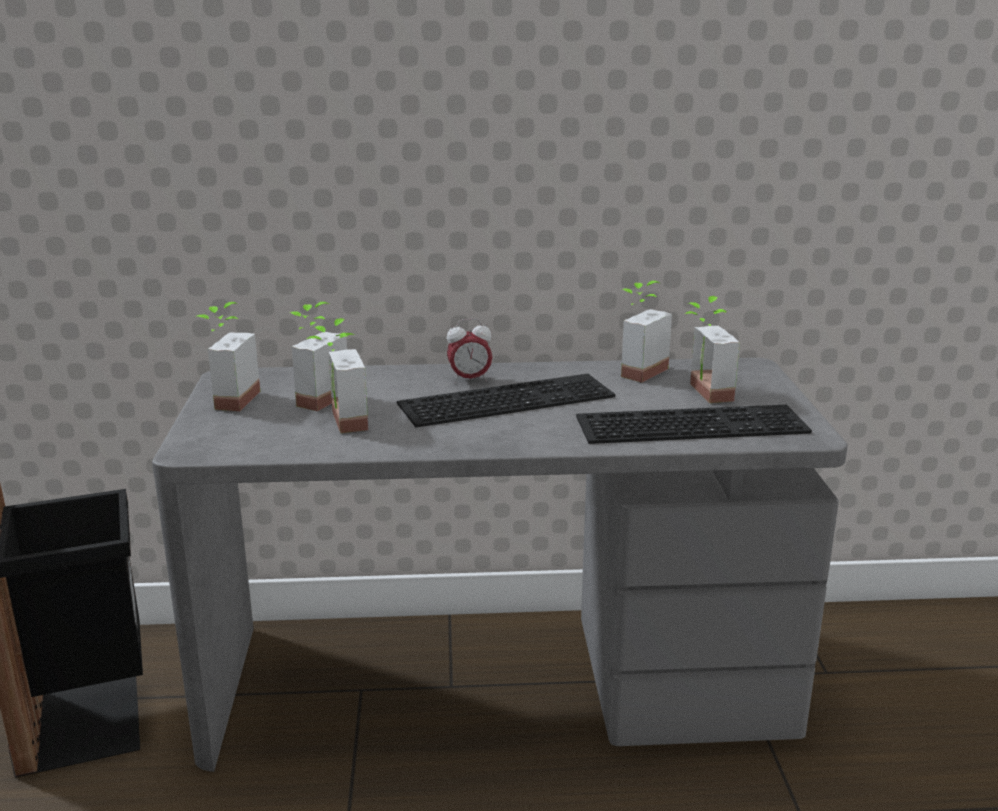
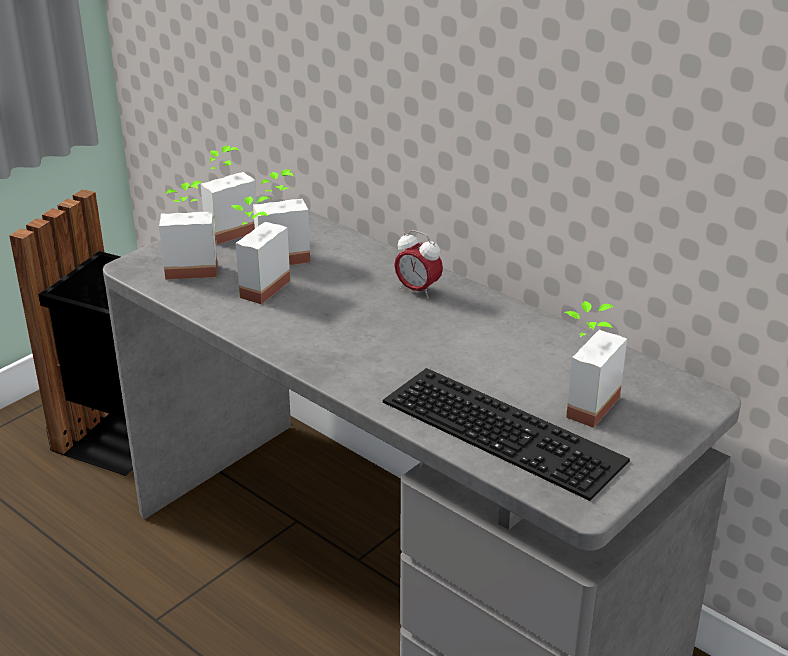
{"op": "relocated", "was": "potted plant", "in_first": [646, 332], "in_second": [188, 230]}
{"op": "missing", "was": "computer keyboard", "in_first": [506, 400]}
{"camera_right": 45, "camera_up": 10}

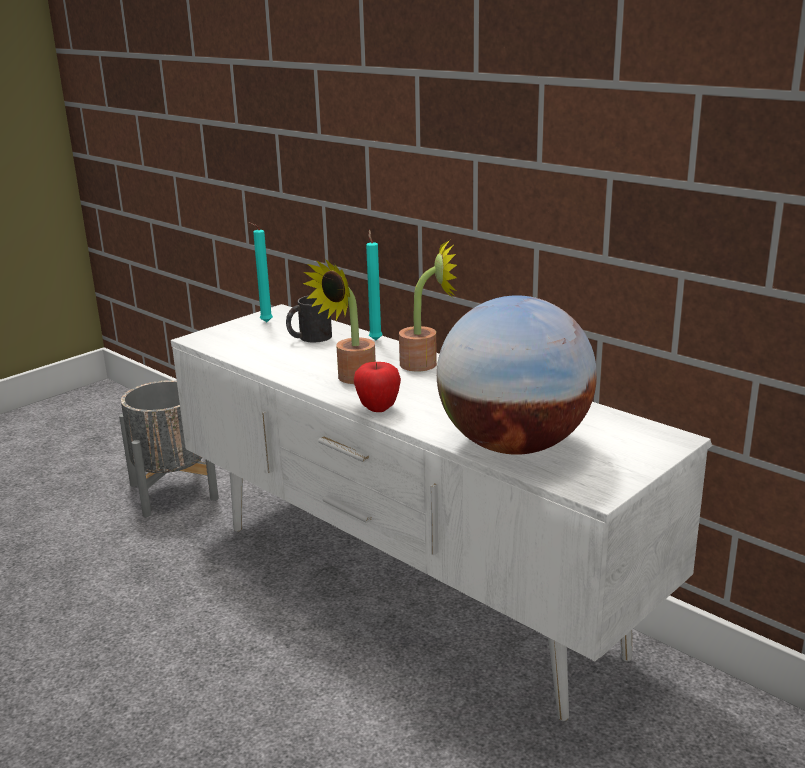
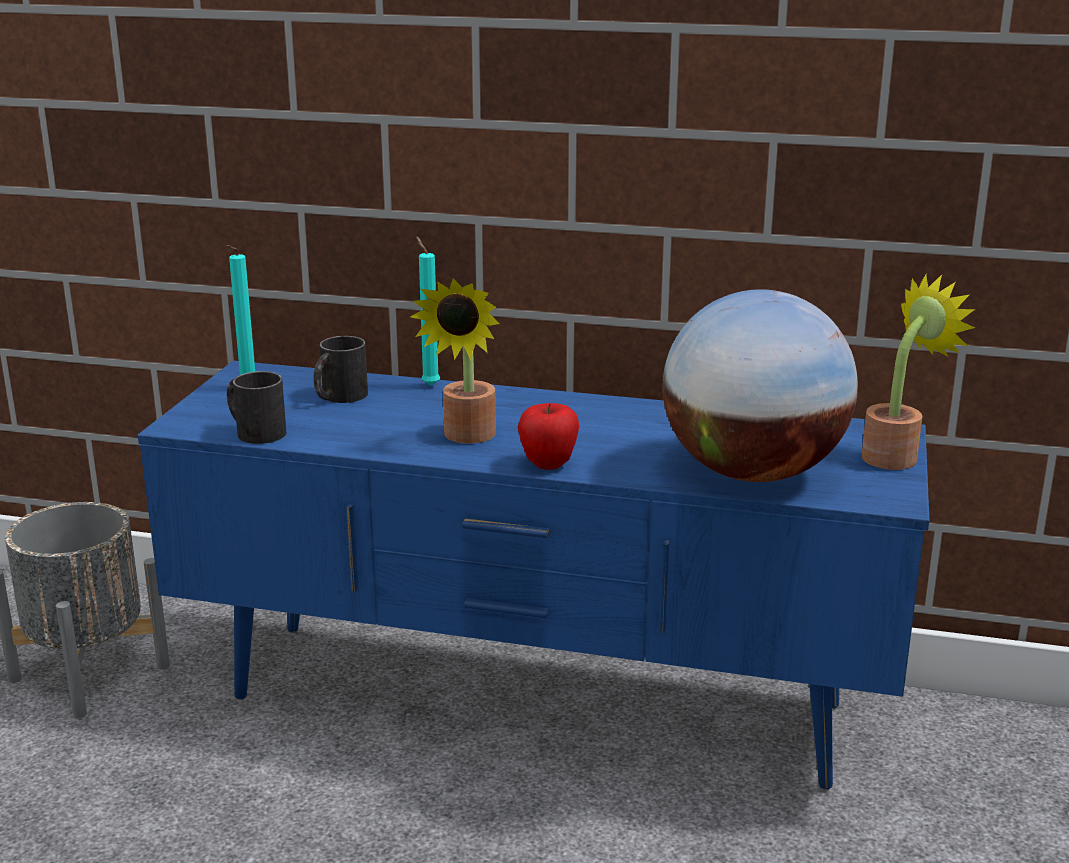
{"op": "colour", "was": "tv unit/white-coloured", "now": "tv unit/blue-coloured", "in_first": [441, 512], "in_second": [533, 575]}
{"op": "appeared", "now": "tea mug/black", "in_second": [256, 407]}
{"op": "relocated", "was": "potted plant", "in_first": [428, 305], "in_second": [919, 372]}
{"camera_right": -30, "camera_up": 0}

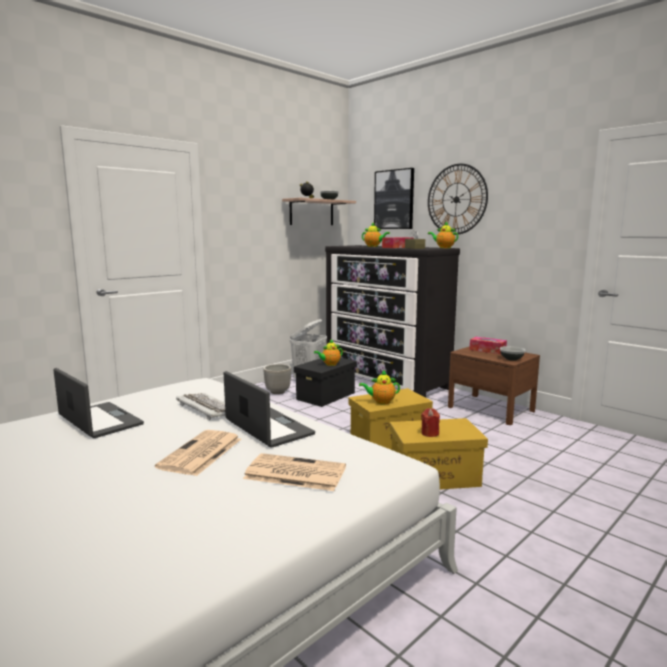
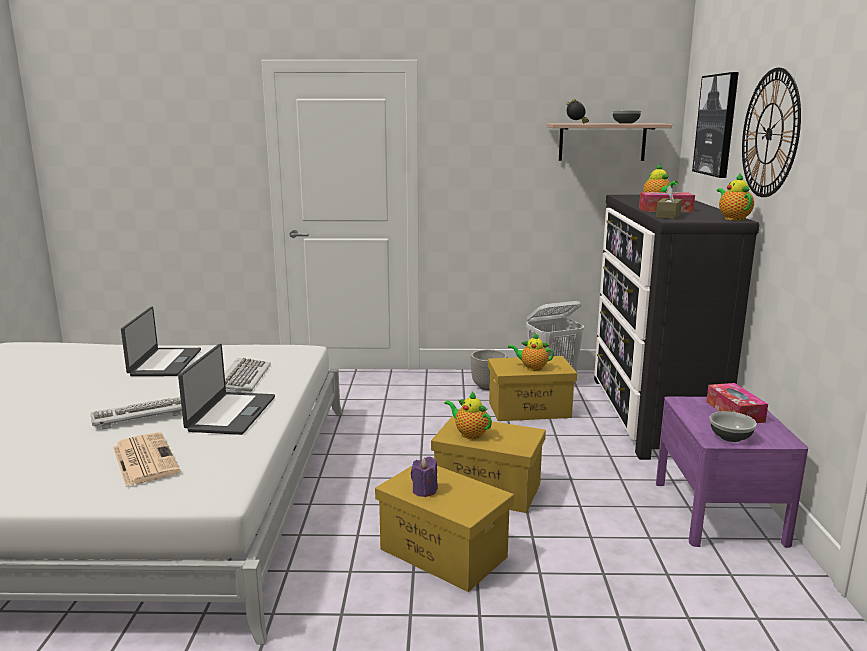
{"op": "exchanged", "was": "newspaper", "now": "computer keyboard", "in_first": [198, 453], "in_second": [136, 413]}
{"op": "colour", "was": "wax candle/red", "now": "wax candle/purple-coloured", "in_first": [430, 422], "in_second": [424, 477]}
{"op": "colour", "was": "storage container/black", "now": "storage container/yellow", "in_first": [325, 382], "in_second": [532, 388]}
{"op": "colour", "was": "nightstand/brown-coloured", "now": "nightstand/purple-coloured", "in_first": [494, 385], "in_second": [732, 472]}
{"camera_right": 45, "camera_up": 5}

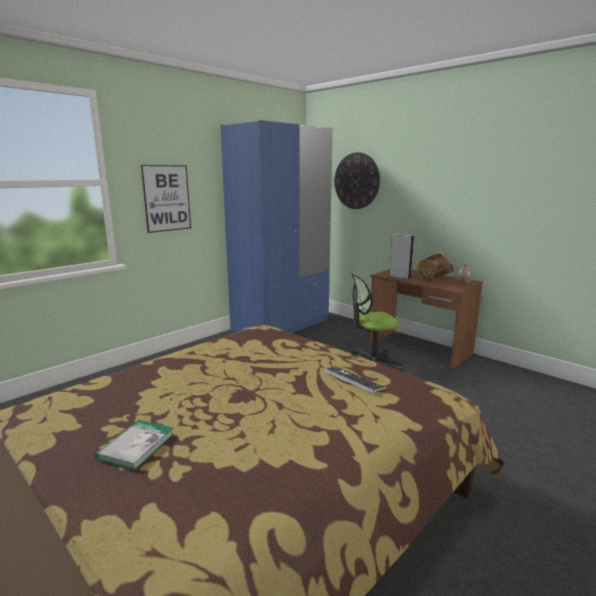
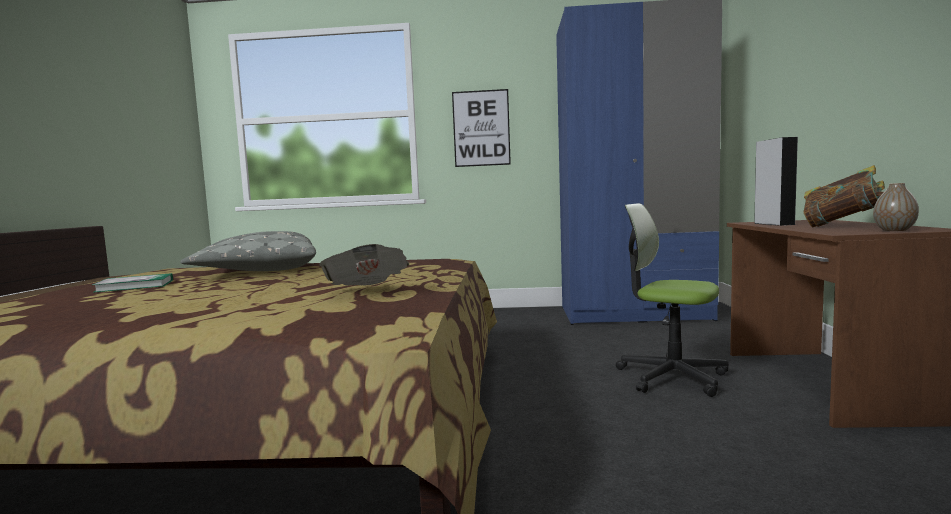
{"op": "appeared", "now": "pillow/gray", "in_second": [248, 251]}
{"op": "exchanged", "was": "computer keyboard", "now": "newspaper", "in_first": [355, 380], "in_second": [364, 265]}
{"op": "missing", "was": "clock on the wall", "in_first": [357, 180]}
{"camera_right": 50, "camera_up": -10}

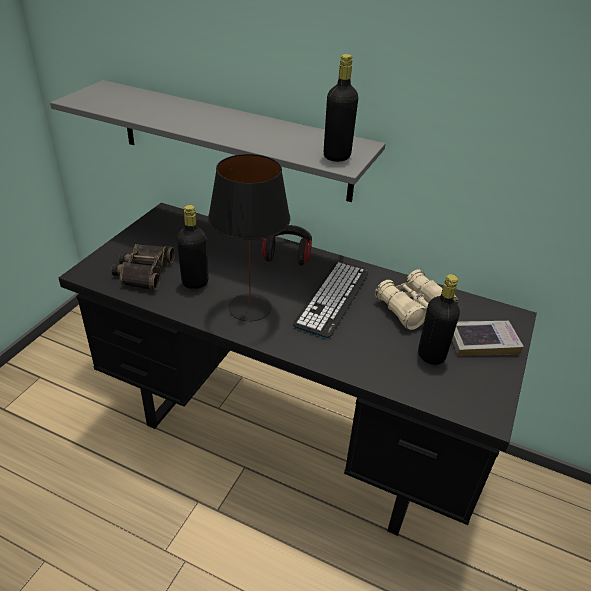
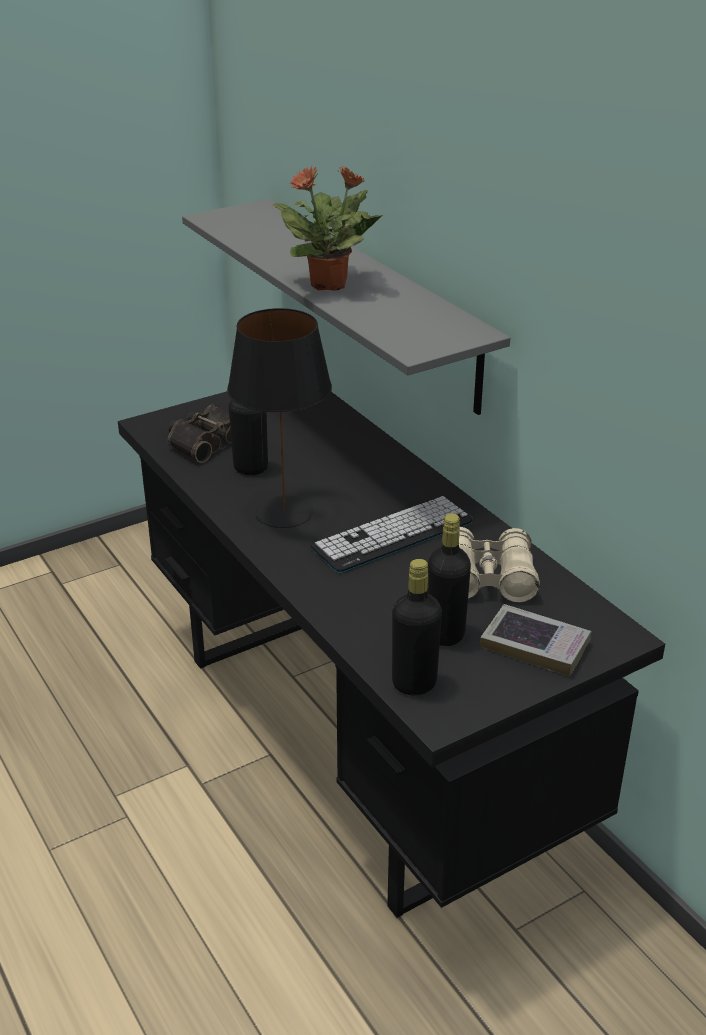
{"op": "appeared", "now": "potted plant", "in_second": [328, 228]}
{"op": "relocated", "was": "beverage bottle/black", "in_first": [341, 108], "in_second": [417, 627]}
{"op": "missing", "was": "headphones", "in_first": [286, 245]}
{"camera_right": 35, "camera_up": -5}

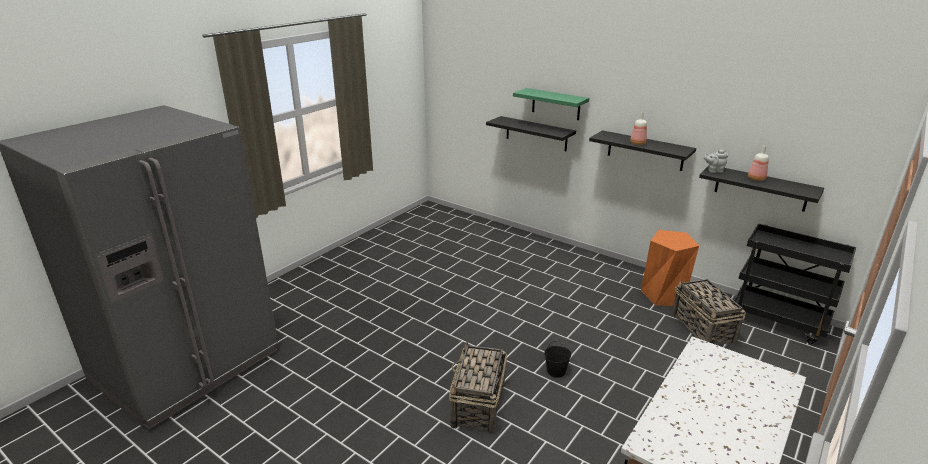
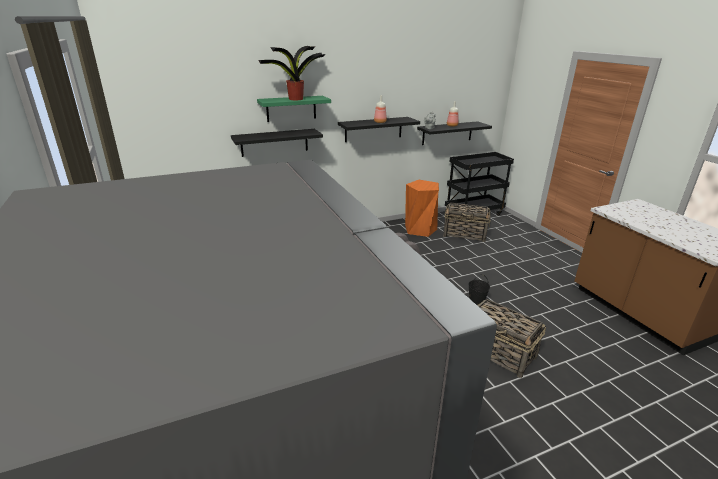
{"op": "appeared", "now": "potted plant", "in_second": [292, 73]}
{"camera_right": -60, "camera_up": 0}

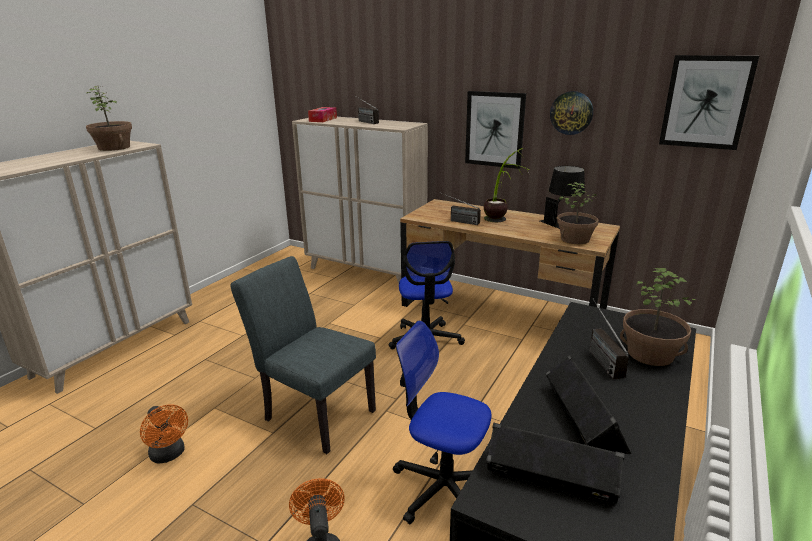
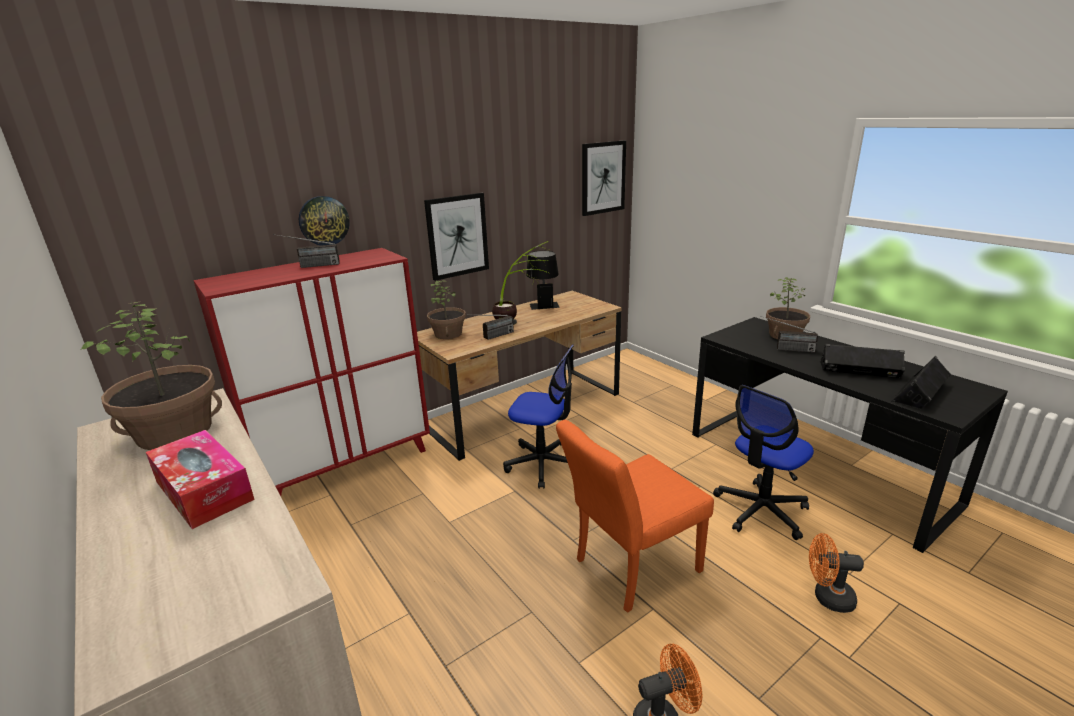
{"op": "relocated", "was": "box of tissues", "in_first": [322, 114], "in_second": [200, 479]}
{"op": "colour", "was": "cupboard/beige", "now": "cupboard/red", "in_first": [360, 200], "in_second": [312, 372]}
{"op": "relocated", "was": "clock on the wall", "in_first": [571, 113], "in_second": [324, 221]}
{"op": "relocated", "was": "potted plant", "in_first": [578, 213], "in_second": [446, 309]}
{"op": "colour", "was": "upright chair/gray", "now": "upright chair/orange", "in_first": [303, 355], "in_second": [635, 516]}
{"camera_right": -65, "camera_up": 0}

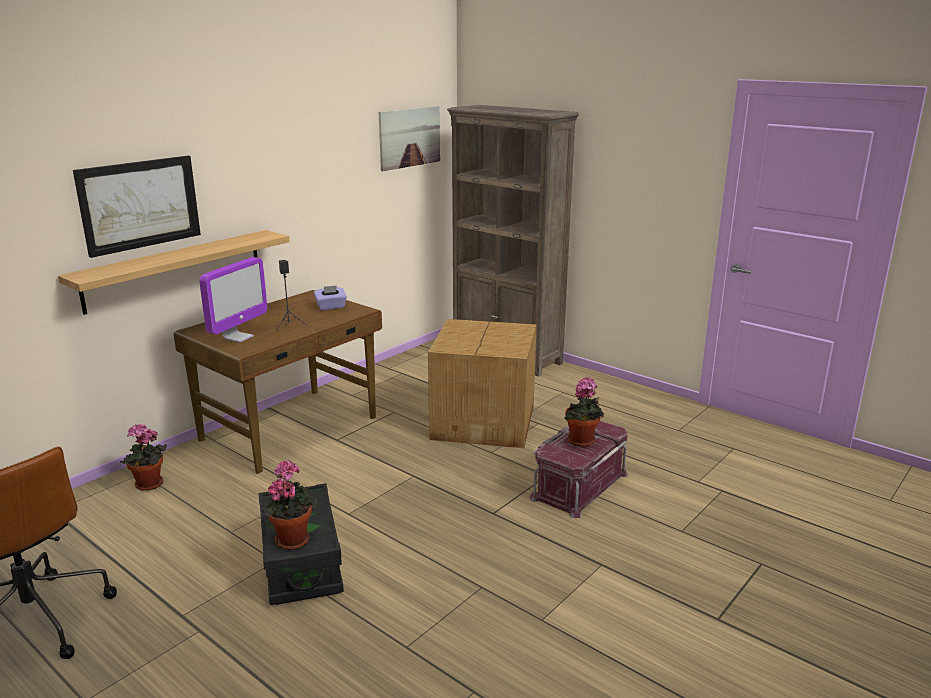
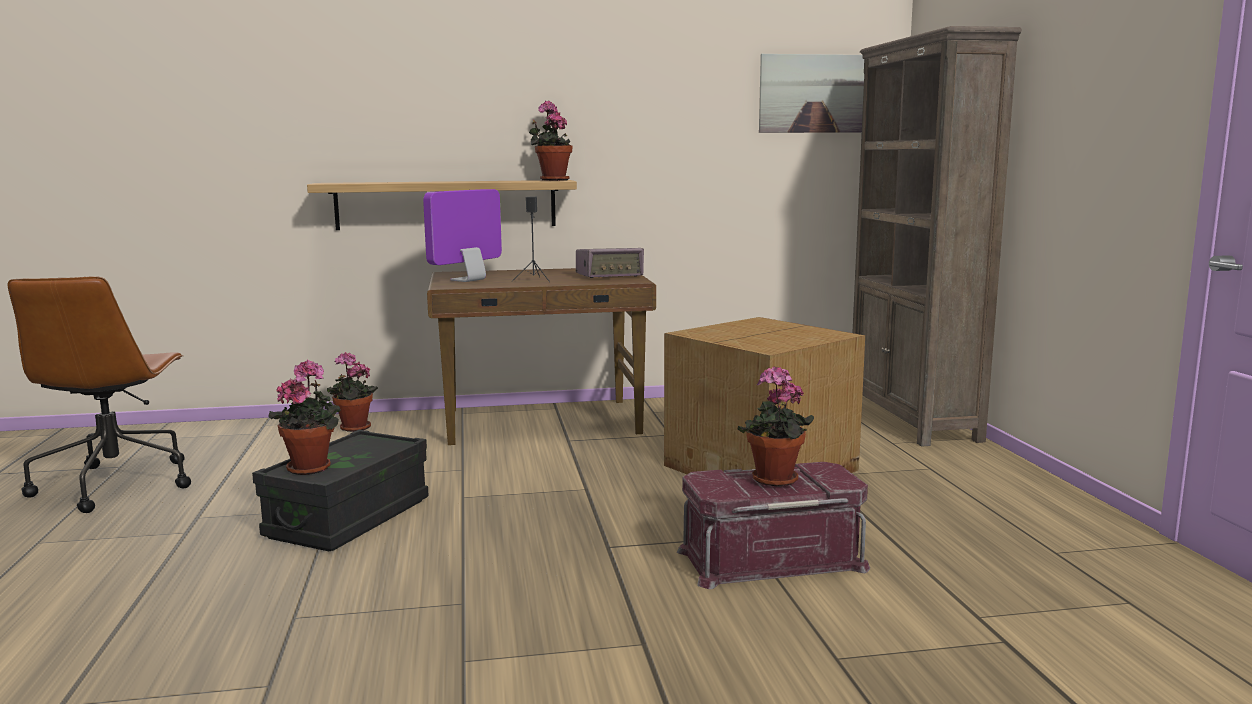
{"op": "spun", "was": "computer display", "in_first": [233, 300], "in_second": [462, 235], "clockwise": 150}
{"op": "appeared", "now": "potted plant", "in_second": [550, 141]}
{"op": "exchanged", "was": "box of tissues/purple-coloured", "now": "radio receiver", "in_first": [330, 297], "in_second": [610, 263]}
{"op": "missing", "was": "wall picture", "in_first": [137, 207]}
{"camera_right": 40, "camera_up": -10}

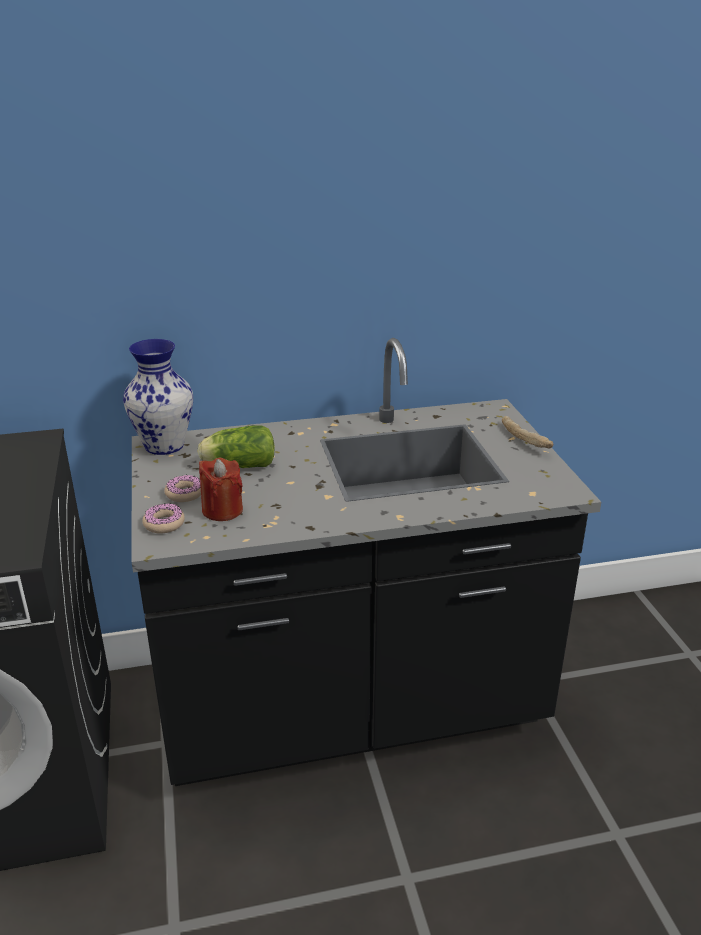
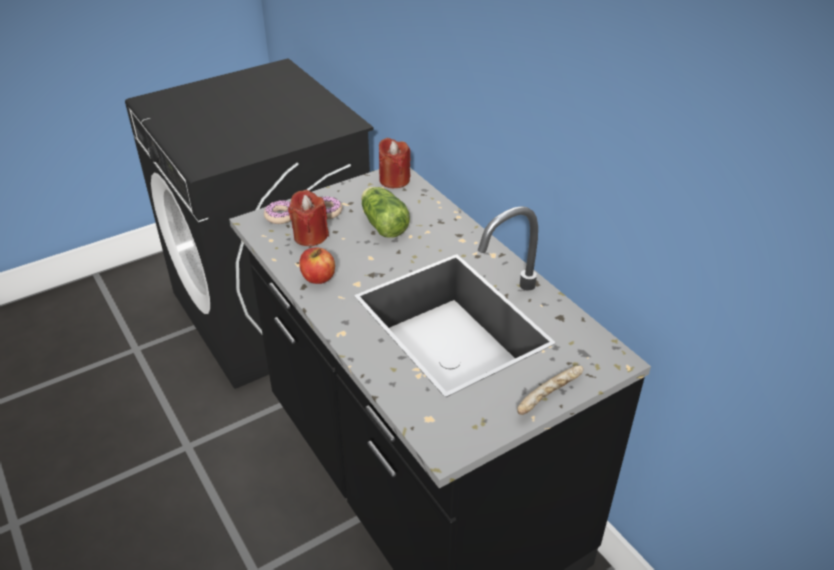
{"op": "appeared", "now": "whole apple", "in_second": [317, 265]}
{"op": "exchanged", "was": "flower vase", "now": "wax candle/red", "in_first": [158, 397], "in_second": [395, 163]}
{"camera_right": 70, "camera_up": 10}

